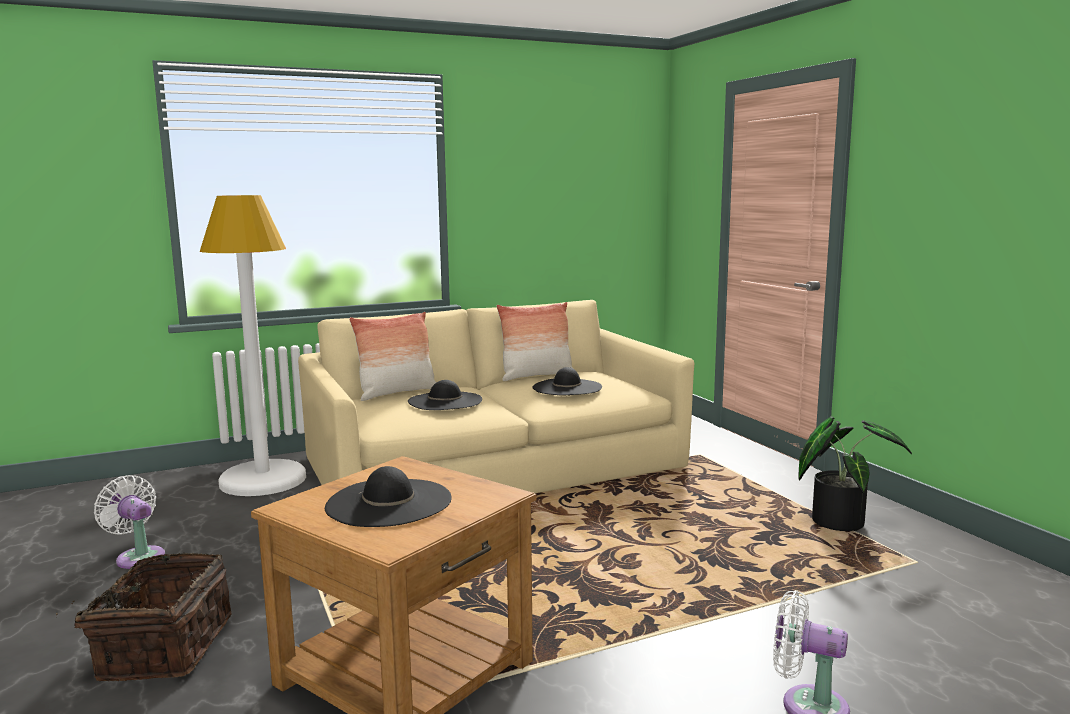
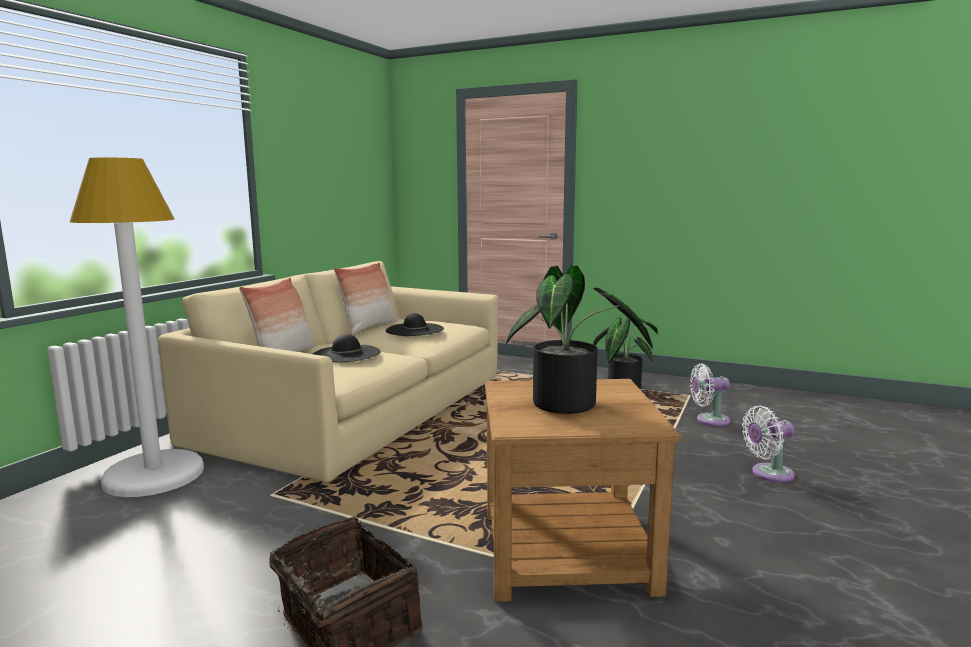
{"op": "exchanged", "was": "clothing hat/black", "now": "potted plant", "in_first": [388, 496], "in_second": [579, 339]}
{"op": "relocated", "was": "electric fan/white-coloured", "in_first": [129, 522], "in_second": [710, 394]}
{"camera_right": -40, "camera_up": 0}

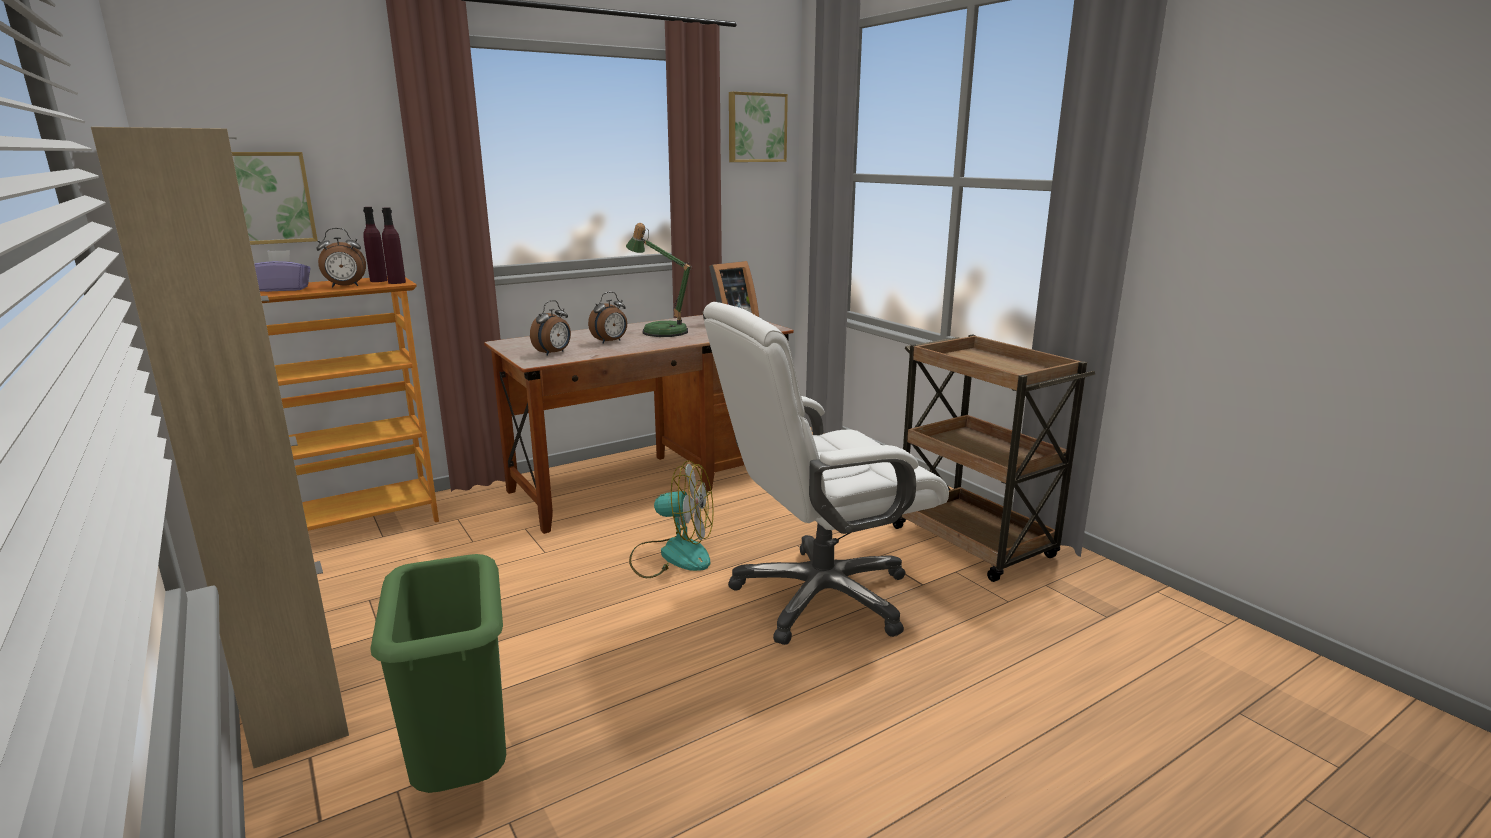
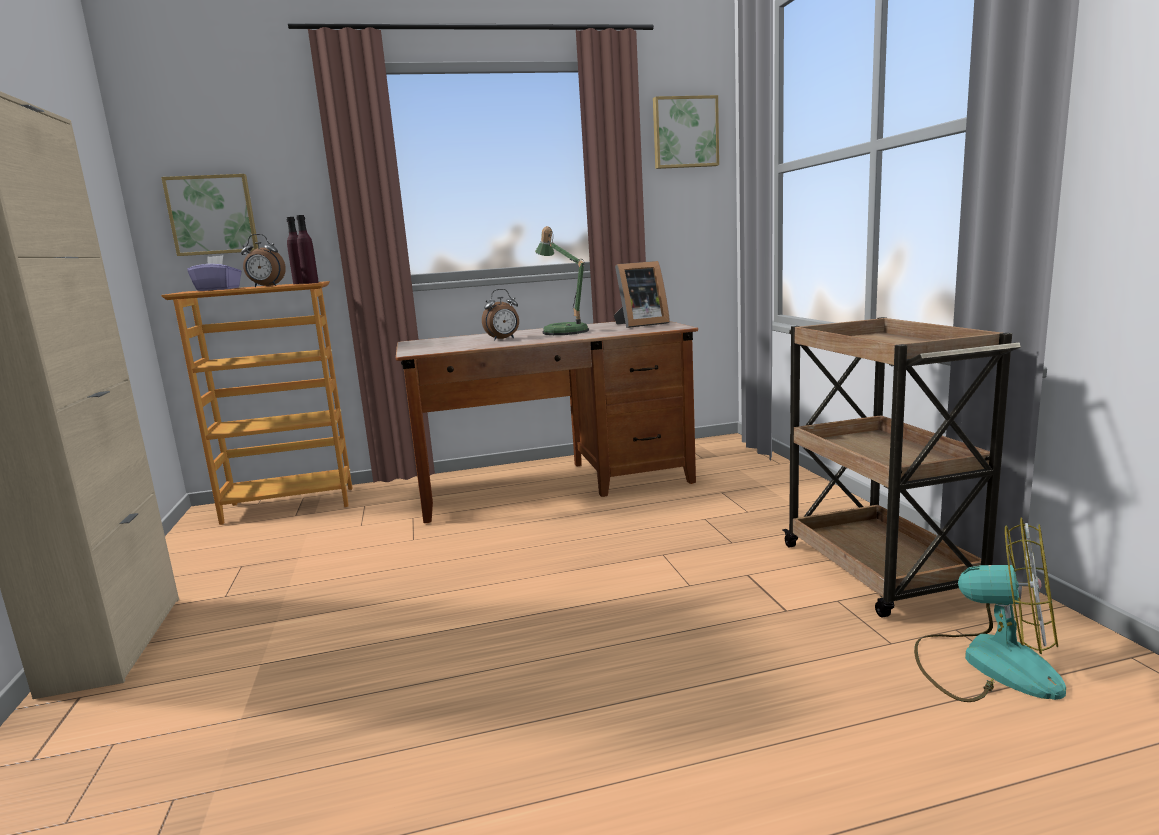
{"op": "relocated", "was": "electric fan", "in_first": [671, 519], "in_second": [990, 610]}
{"op": "missing", "was": "rubbish bin/greenish", "in_first": [438, 673]}
{"op": "missing", "was": "alarm clock", "in_first": [550, 328]}
{"op": "missing", "was": "desk chair/white-coloured", "in_first": [826, 473]}
{"camera_right": 20, "camera_up": -5}

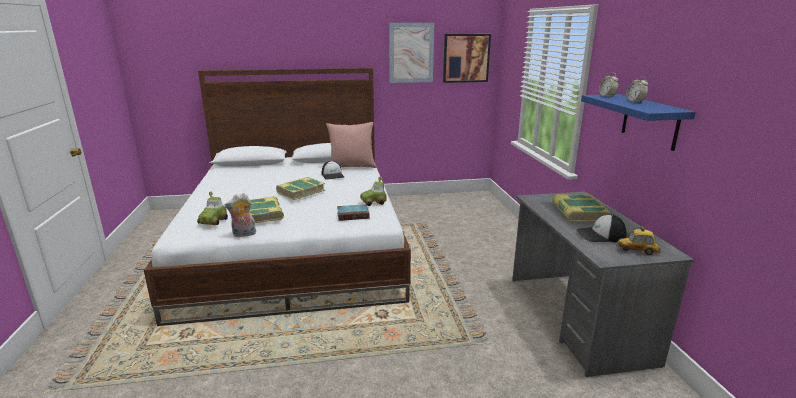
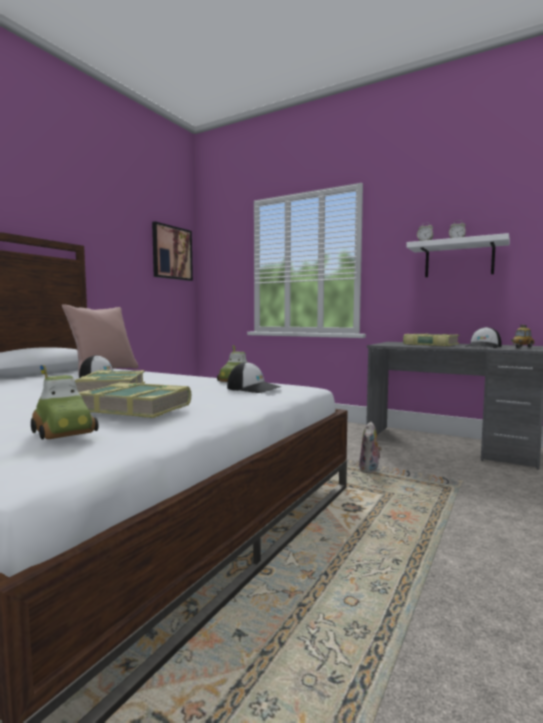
{"op": "exchanged", "was": "book", "now": "peaked cap", "in_first": [353, 212], "in_second": [254, 377]}
{"op": "relocated", "was": "plush toy", "in_first": [240, 215], "in_second": [370, 447]}
{"op": "colour", "was": "shelf/blue-coloured", "now": "shelf/white-coloured", "in_first": [638, 122], "in_second": [458, 255]}
{"op": "missing", "was": "wall picture", "in_first": [411, 53]}
{"camera_right": -50, "camera_up": -15}

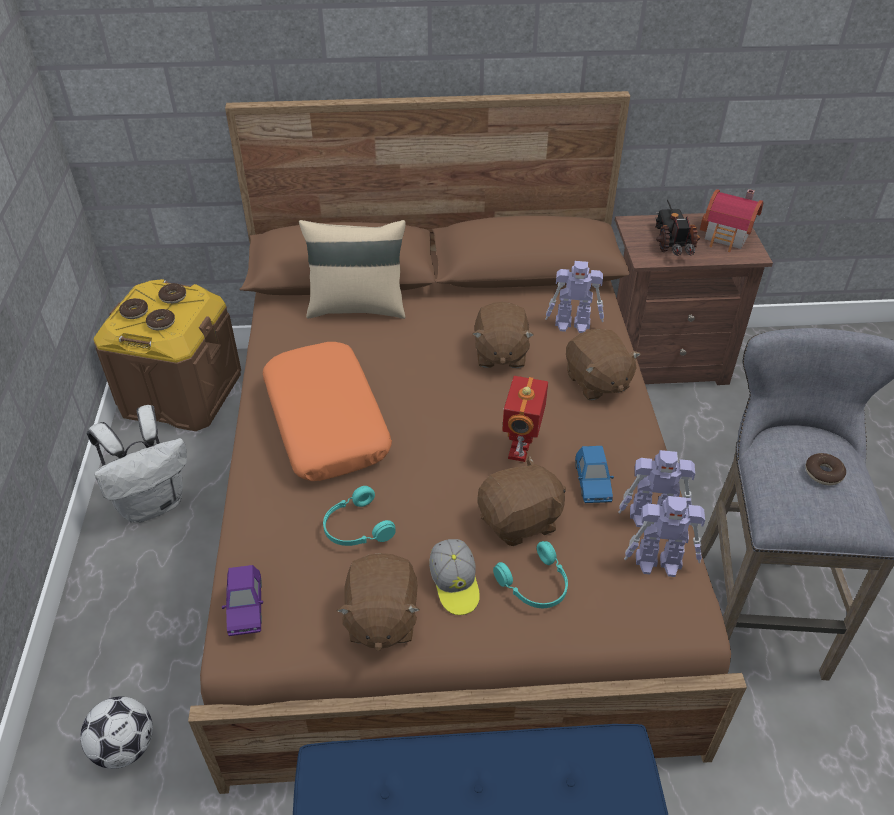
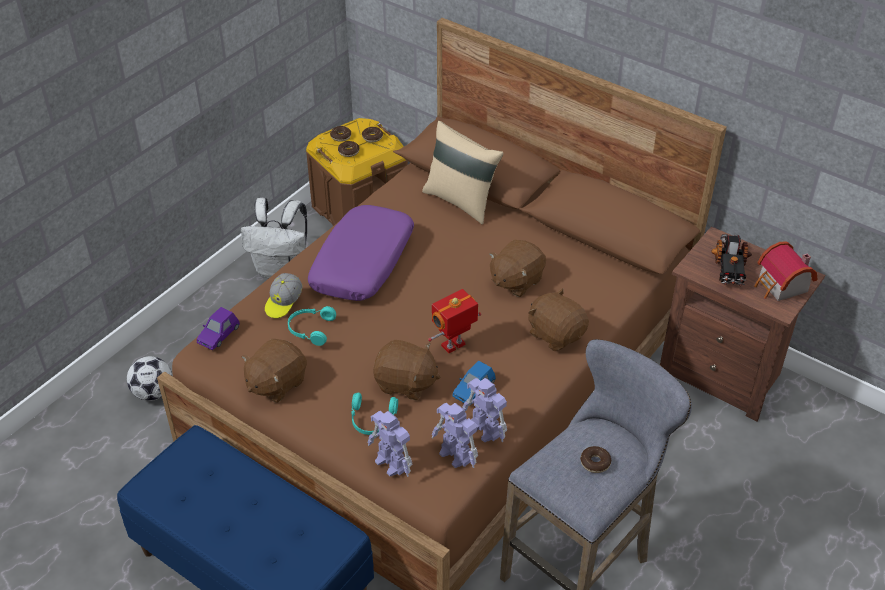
{"op": "relocated", "was": "peaked cap", "in_first": [454, 577], "in_second": [284, 296]}
{"op": "colour", "was": "pillow/orange", "now": "pillow/purple-coloured", "in_first": [327, 411], "in_second": [361, 253]}
{"op": "relocated", "was": "model robot", "in_first": [574, 297], "in_second": [390, 444]}
{"op": "spun", "was": "plush toy/brown-coloured", "in_first": [603, 364], "in_second": [558, 319], "clockwise": 120}
{"op": "spun", "was": "toy lorry", "in_first": [677, 228], "in_second": [731, 259], "clockwise": 150}
{"camera_right": 40, "camera_up": 0}

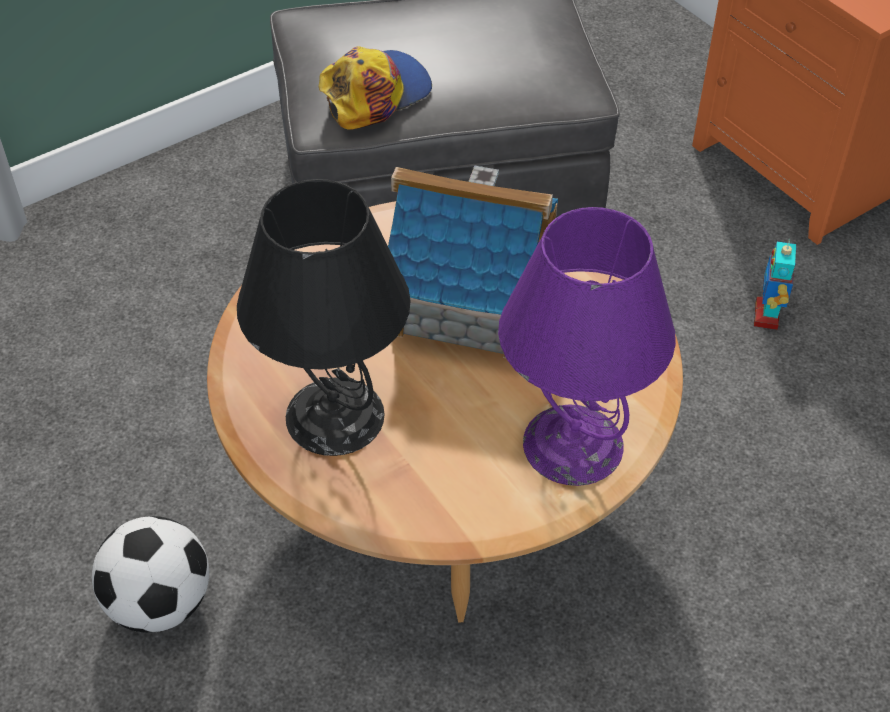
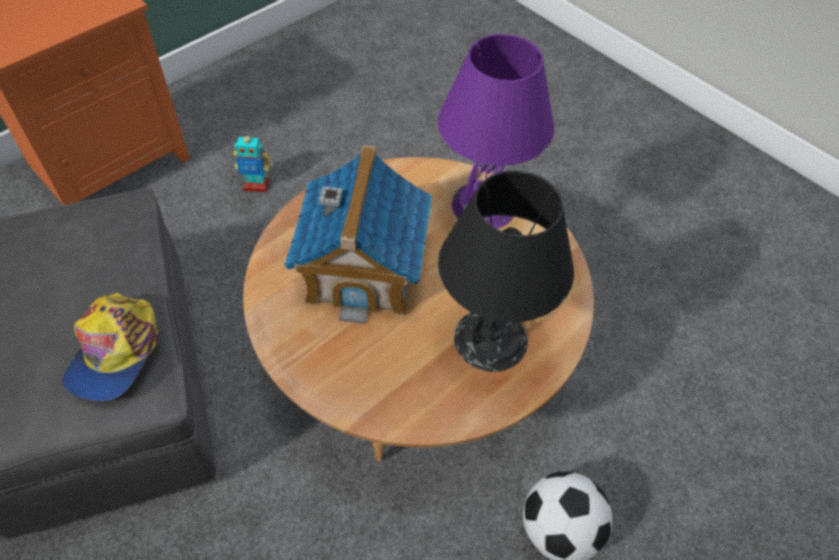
{"op": "spun", "was": "peaked cap", "in_first": [375, 88], "in_second": [110, 347], "clockwise": -120}
{"camera_right": -100, "camera_up": 5}

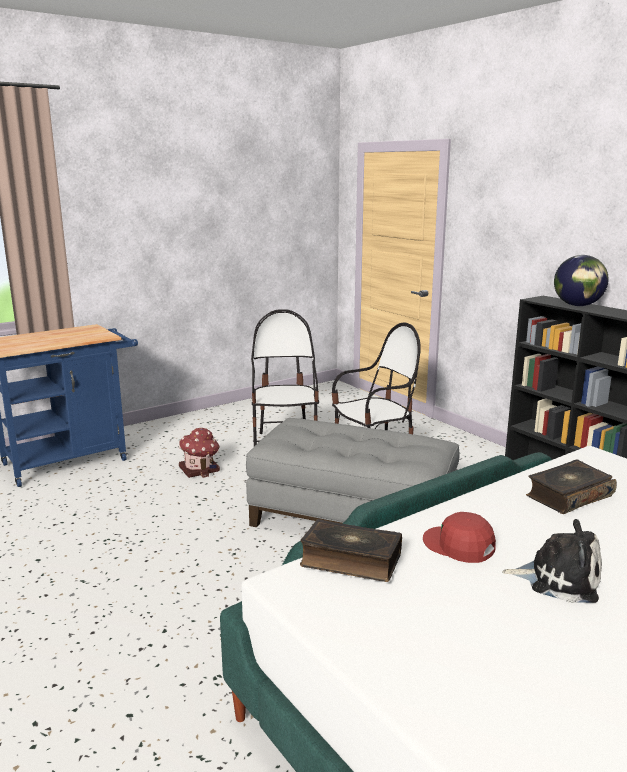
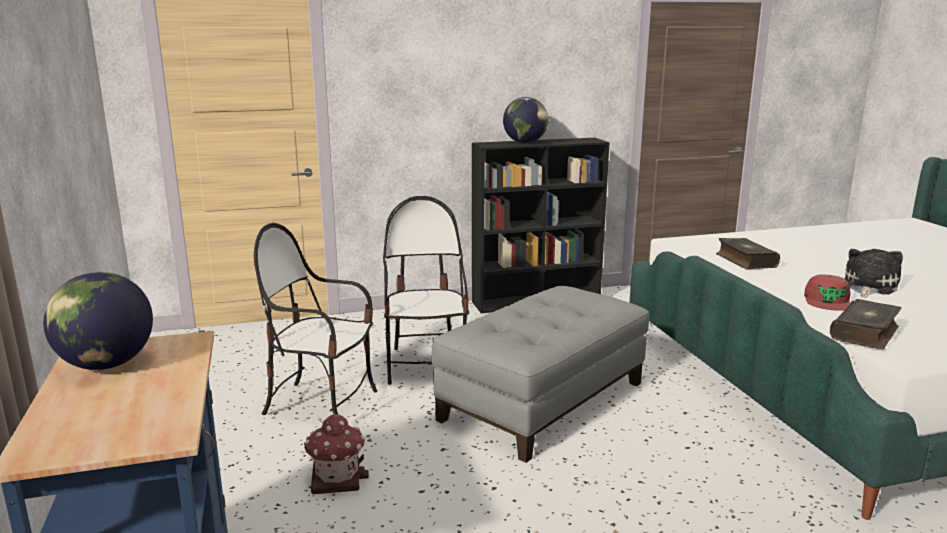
{"op": "appeared", "now": "world globe", "in_second": [98, 321]}
{"op": "spun", "was": "peaked cap/red", "in_first": [459, 537], "in_second": [827, 293], "clockwise": -45}
{"camera_right": -70, "camera_up": 0}

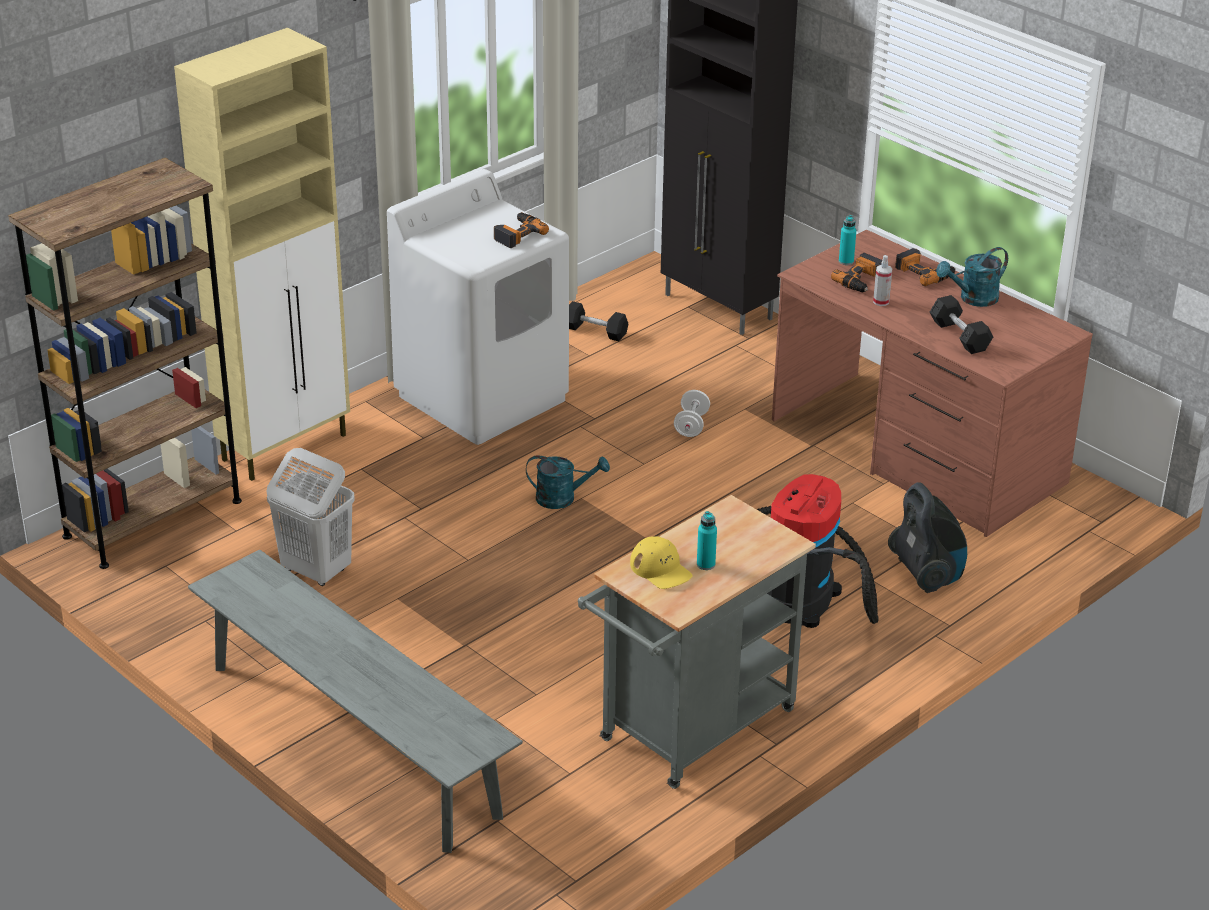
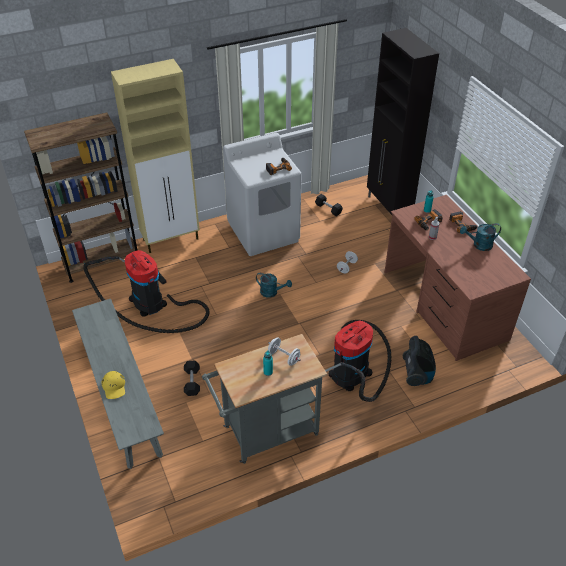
{"op": "exchanged", "was": "washing basket/white-coloured", "now": "vacuum cleaner", "in_first": [311, 517], "in_second": [146, 291]}
{"op": "relocated", "was": "peaked cap/yellow", "in_first": [661, 562], "in_second": [113, 385]}
{"op": "relocated", "was": "free weight/black", "in_first": [961, 324], "in_second": [192, 378]}
{"op": "appeared", "now": "free weight/white-coloured", "in_second": [284, 351]}
{"camera_right": 20, "camera_up": 10}

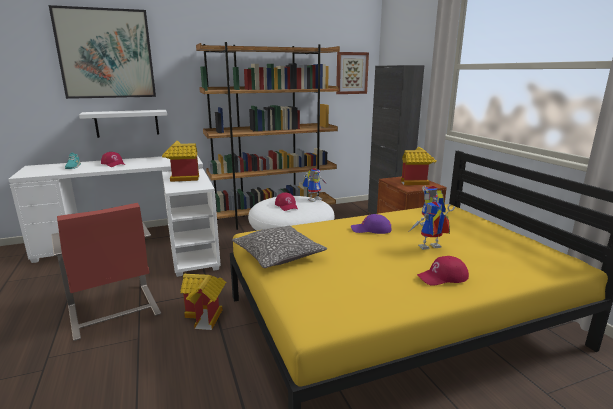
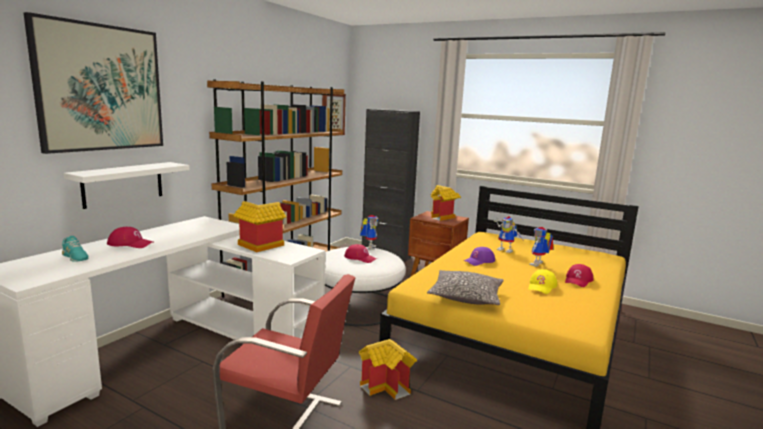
{"op": "appeared", "now": "peaked cap/yellow", "in_second": [542, 281]}
{"camera_right": -40, "camera_up": -5}

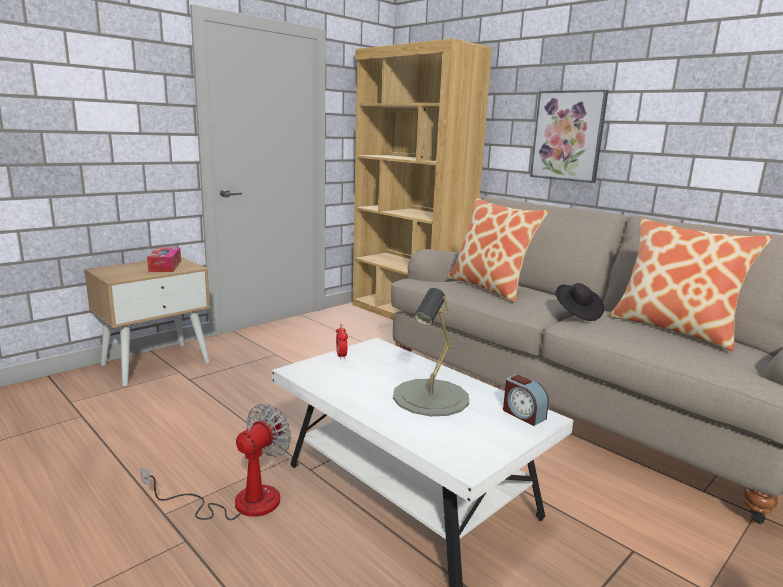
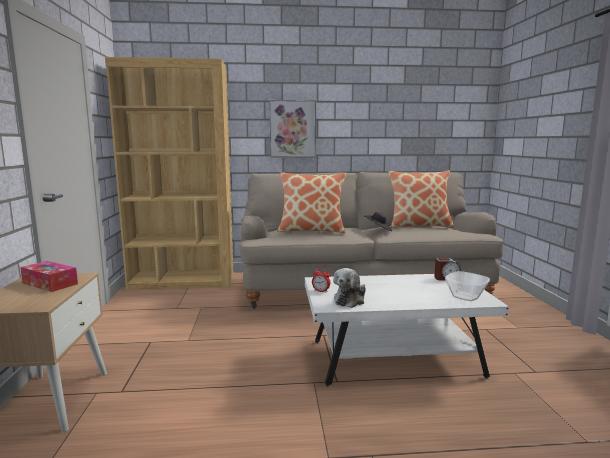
{"op": "appeared", "now": "plush toy", "in_second": [349, 288]}
{"op": "appeared", "now": "bowl", "in_second": [467, 286]}
{"op": "missing", "was": "electric fan", "in_first": [216, 462]}
{"op": "missing", "was": "tabletop lamp/gray", "in_first": [431, 352]}
{"camera_right": -50, "camera_up": -5}

